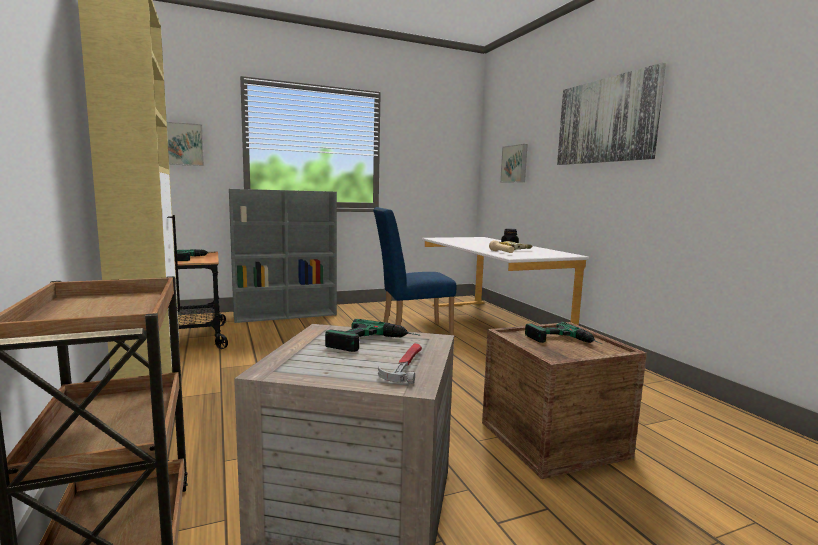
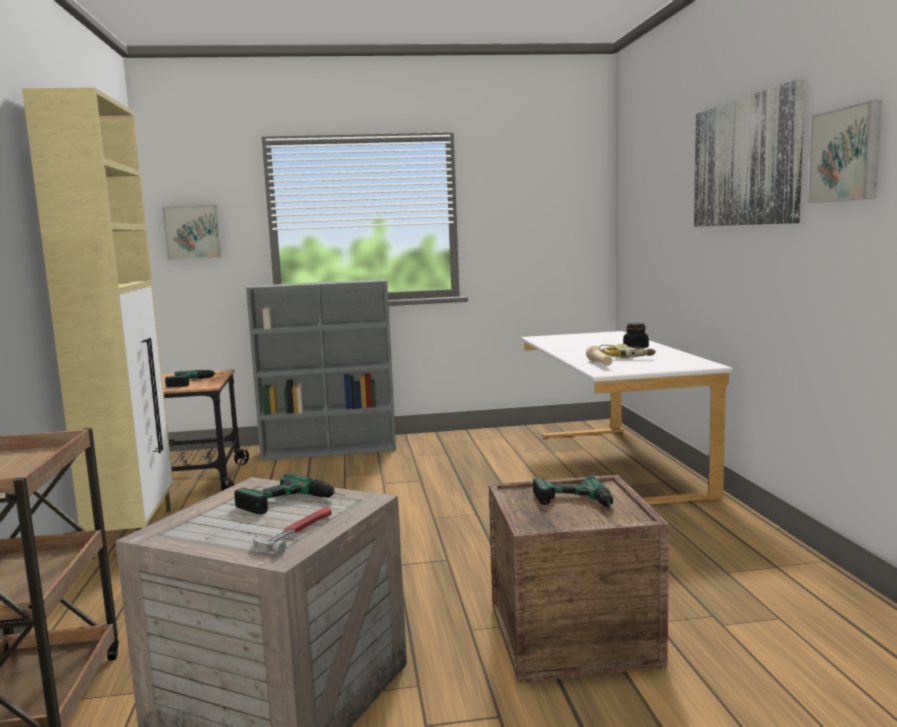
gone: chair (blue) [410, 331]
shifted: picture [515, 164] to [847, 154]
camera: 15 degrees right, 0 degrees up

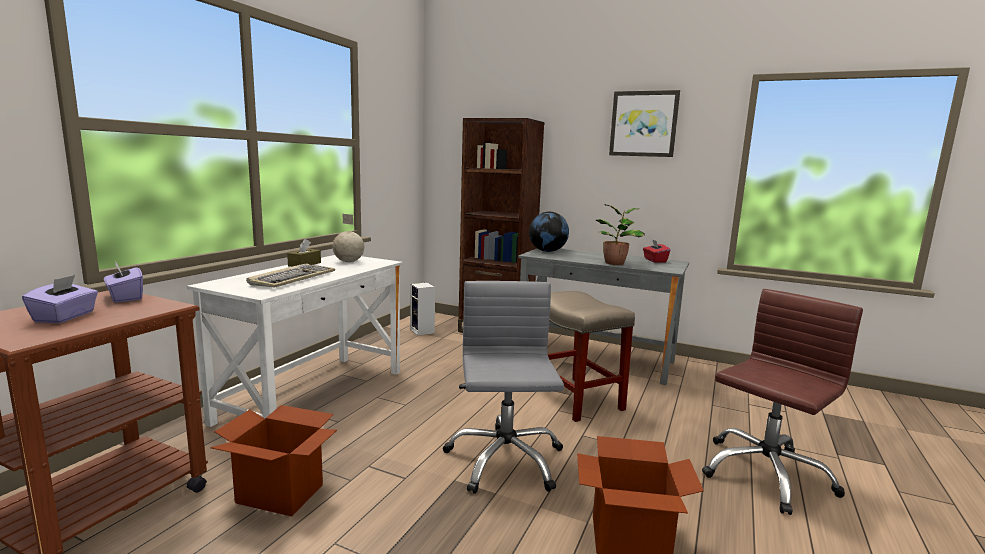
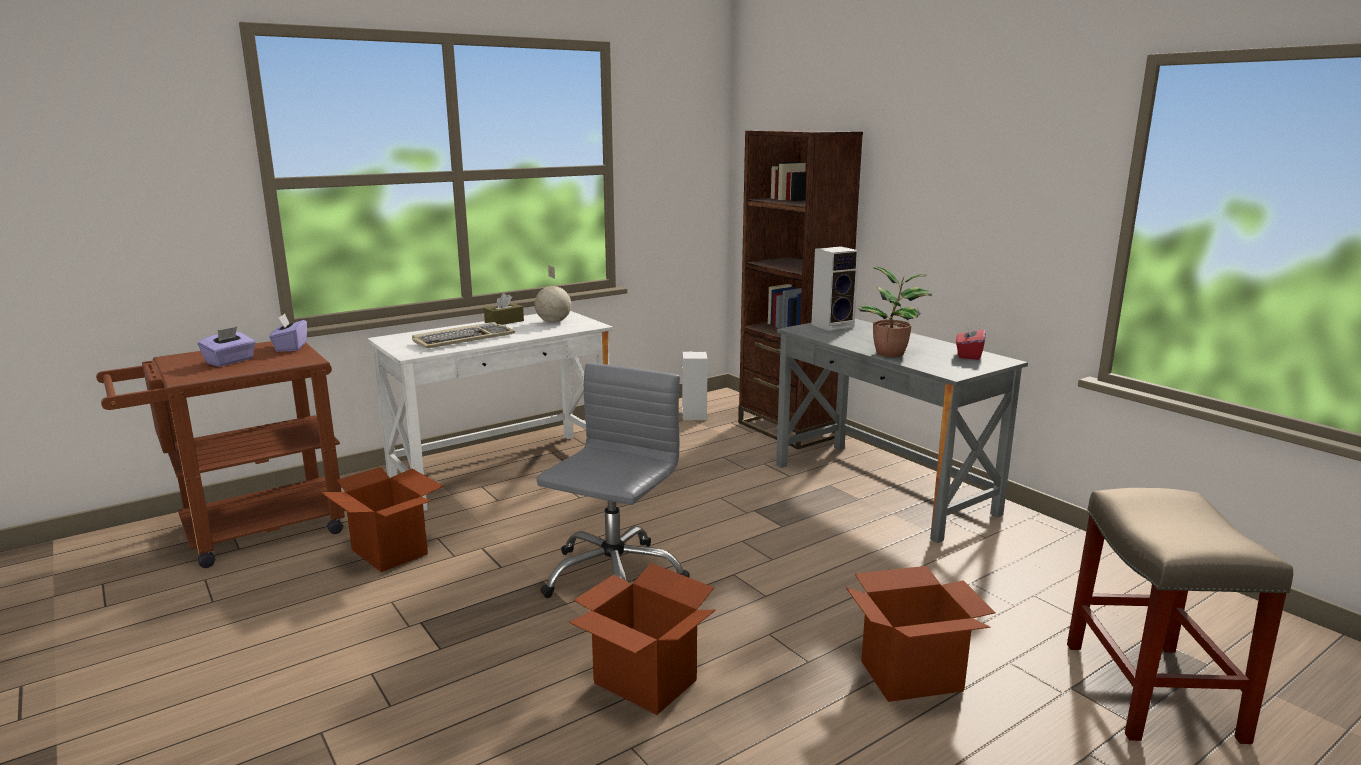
gone: picture [643, 124]
shifted: stool (beige) [574, 398] to [1149, 689]
swapped: globe [547, 251] to speaker [833, 325]; office chair (brown) [765, 473] to cardboard box [911, 676]
camera: 30 degrees right, 5 degrees up

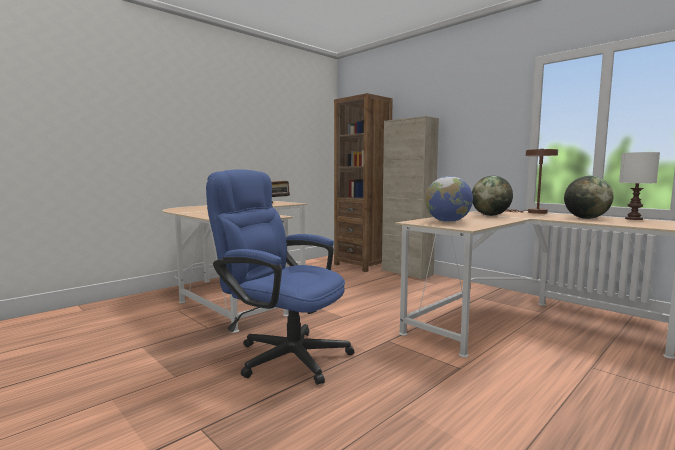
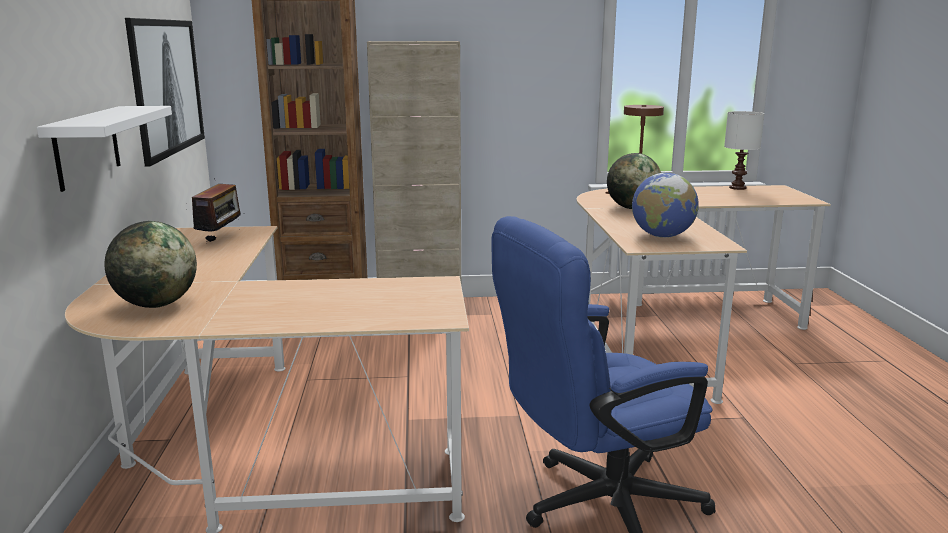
new: shelf (white) [87, 146]; picture [168, 86]
shifted: globe [586, 218] to [156, 305]
camera: 50 degrees left, 10 degrees up

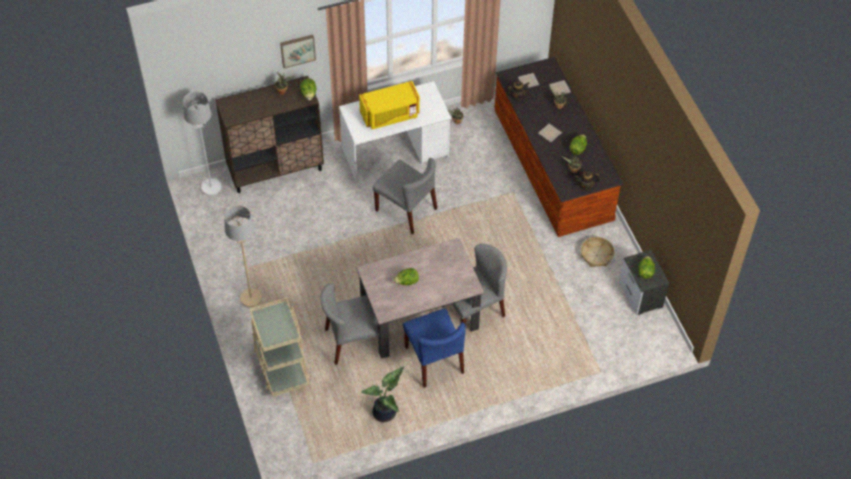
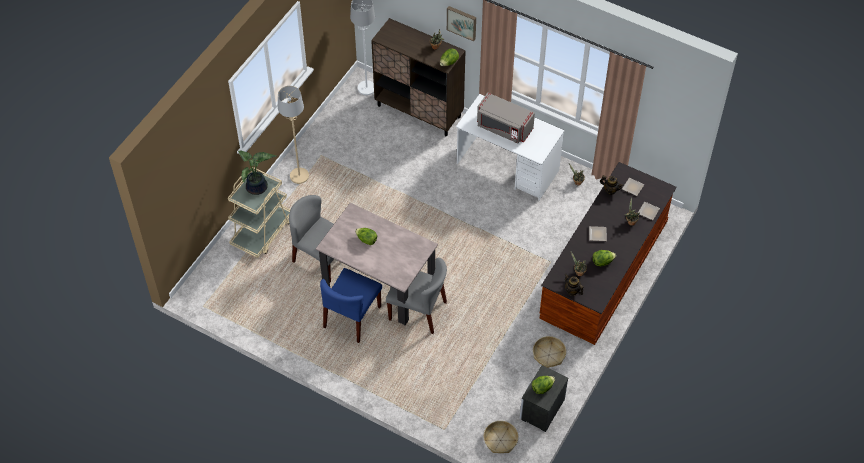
gone: chair (grey) [406, 210]
new: basket [500, 440]
shifted: potted plant [386, 413] to [257, 188]
repainted: microwave (yellow) [390, 115] to microwave (grey) [503, 127]
camera: 50 degrees right, 0 degrees up

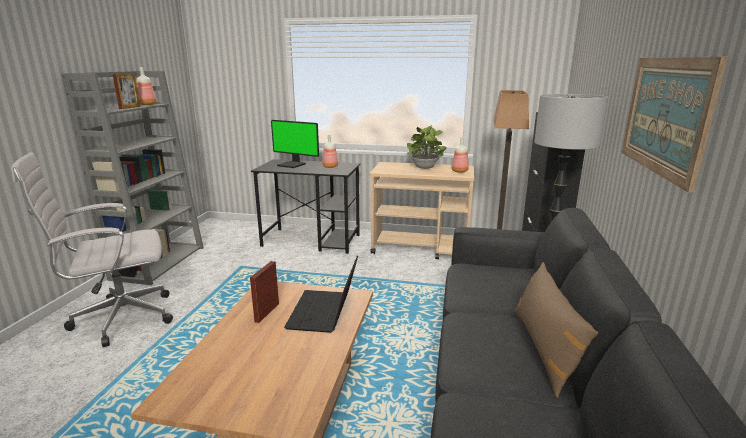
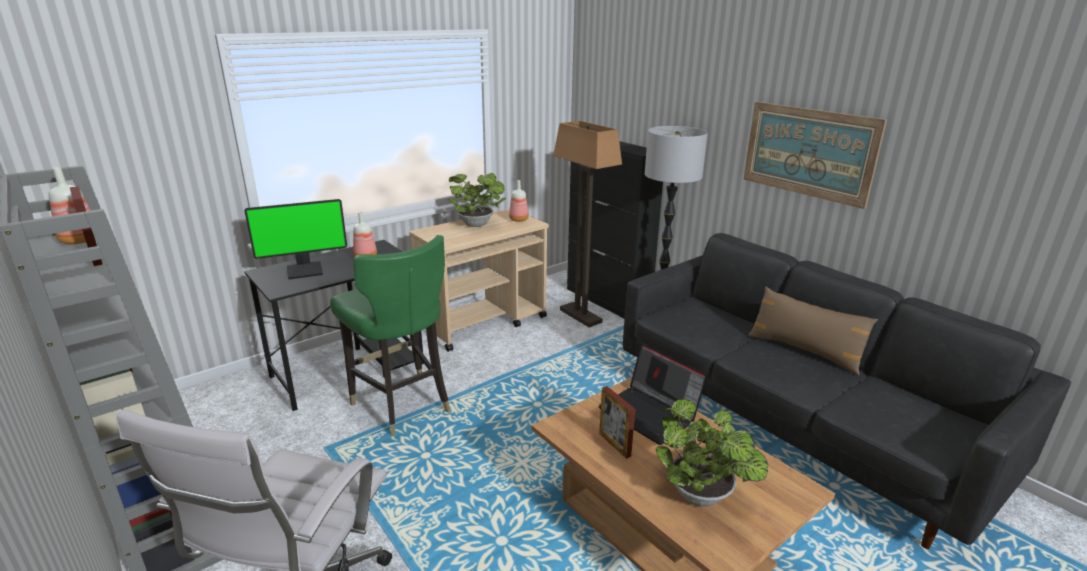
new: chair (green) [402, 405]; potted plant [703, 498]
camera: 50 degrees left, 5 degrees up

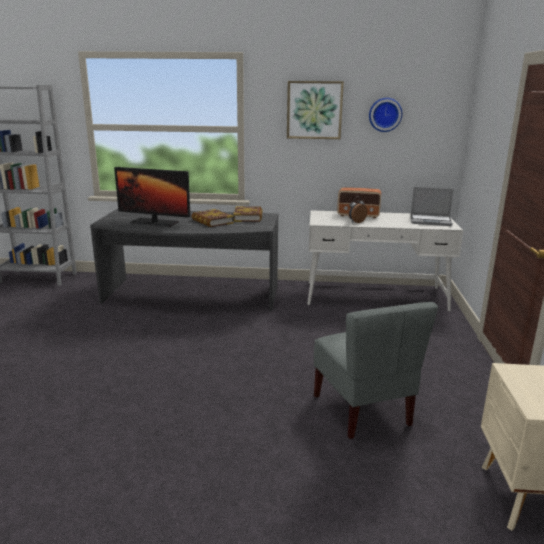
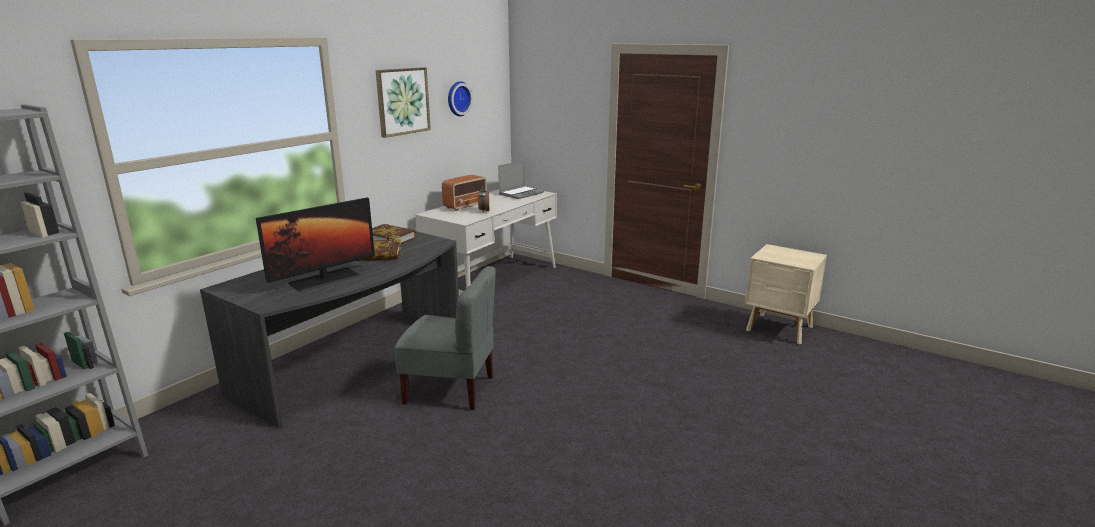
shifted: chair (grey) [363, 410] to [450, 389]
camera: 60 degrees left, 0 degrees up

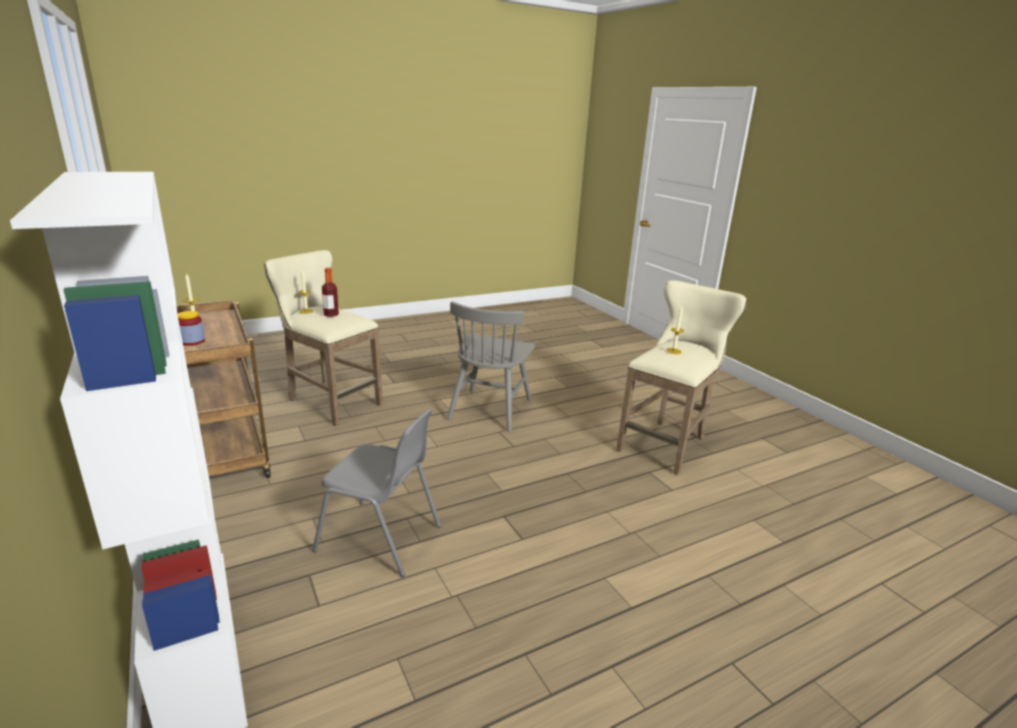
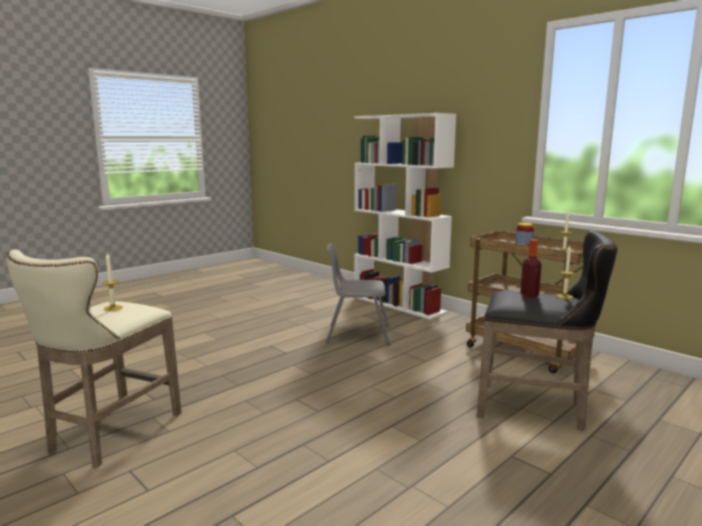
gone: chair (grey) [490, 409]
repainted: stool (beige) [330, 401] to stool (black) [537, 409]
camera: 165 degrees right, 10 degrees down

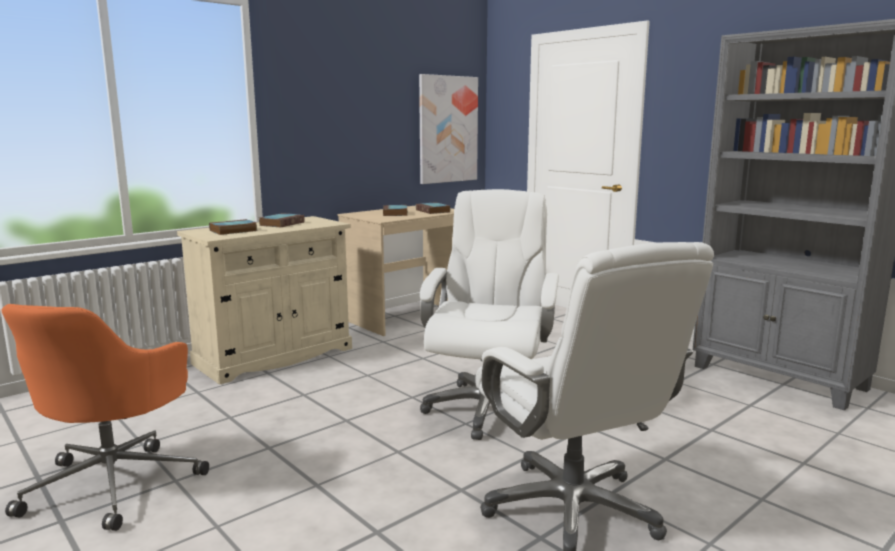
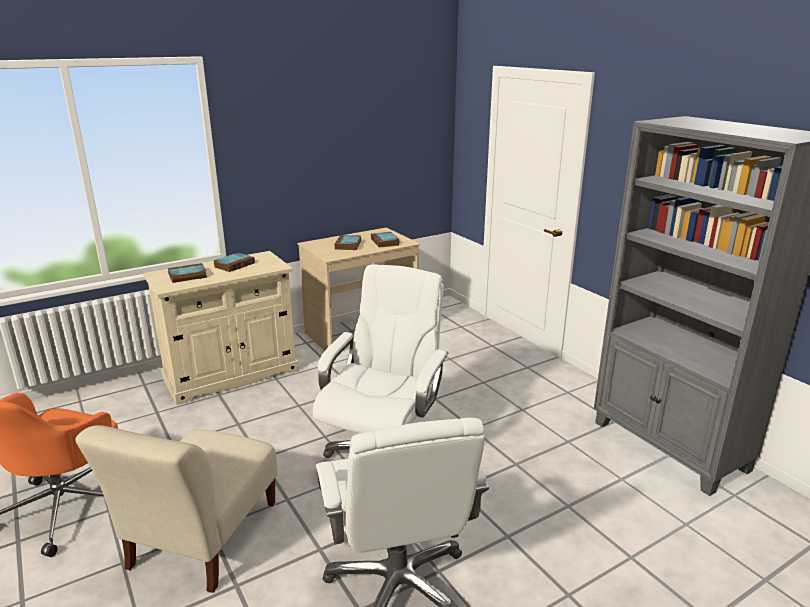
gone: picture [448, 129]
new: chair (beige) [201, 539]
camera: 10 degrees right, 10 degrees up

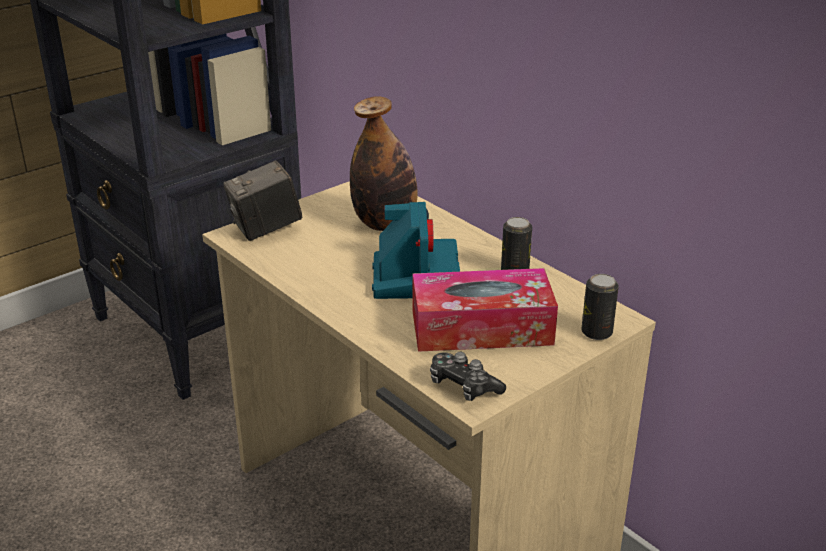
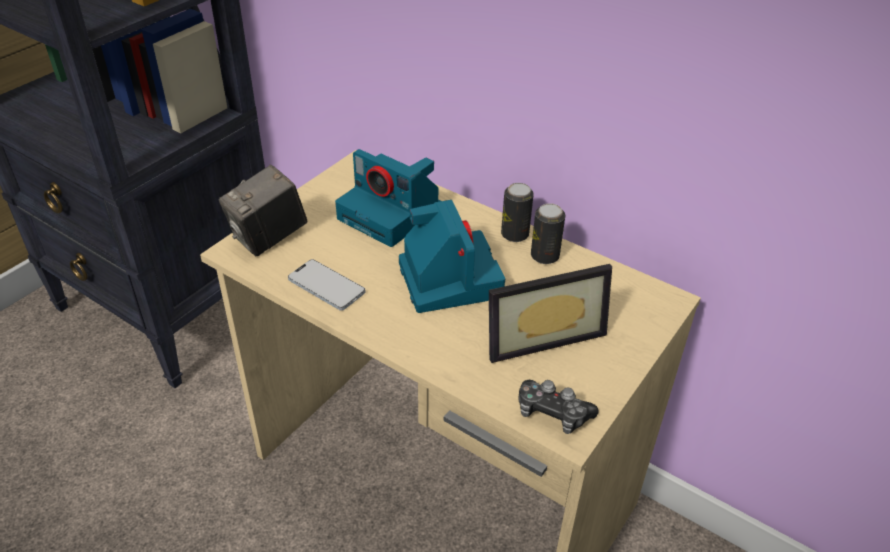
new: phone [326, 286]
shifted: can [596, 332] to [514, 234]
swapped: bottle [385, 224] to photo camera [392, 214]; tissue box [481, 328] to picture frame [540, 333]
camera: 15 degrees left, 10 degrees up

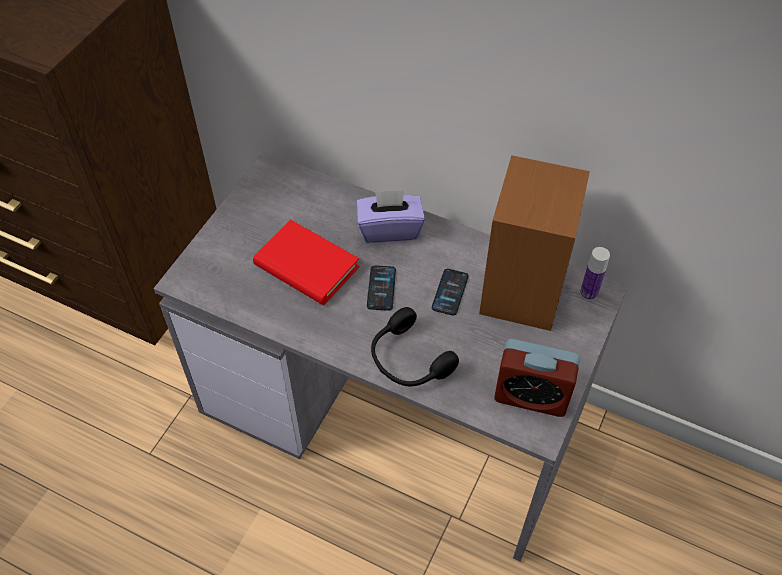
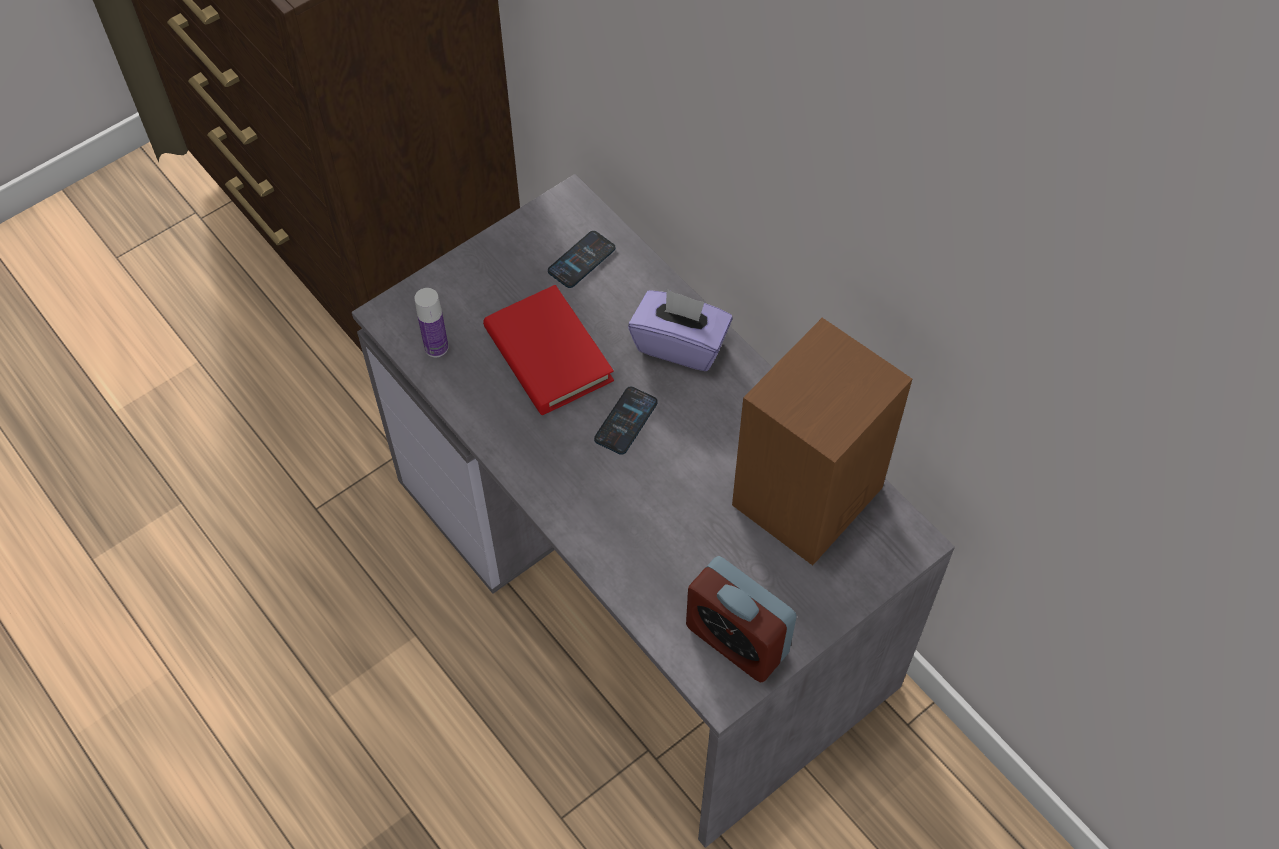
gone: headphones (black) [408, 360]
shifted: bottle [588, 293] to [436, 347]; phone [450, 292] to [581, 260]
camera: 25 degrees right, 5 degrees up

